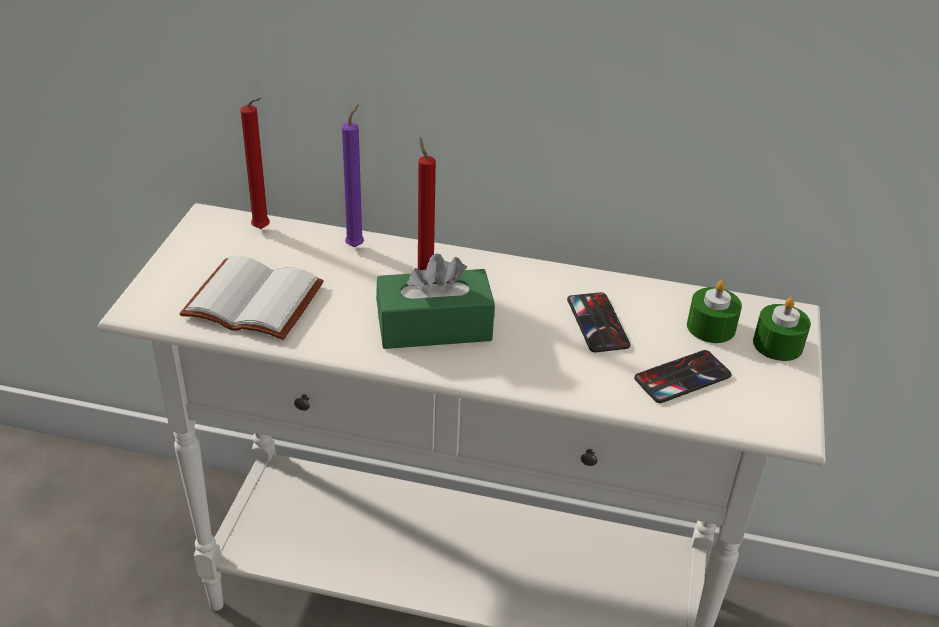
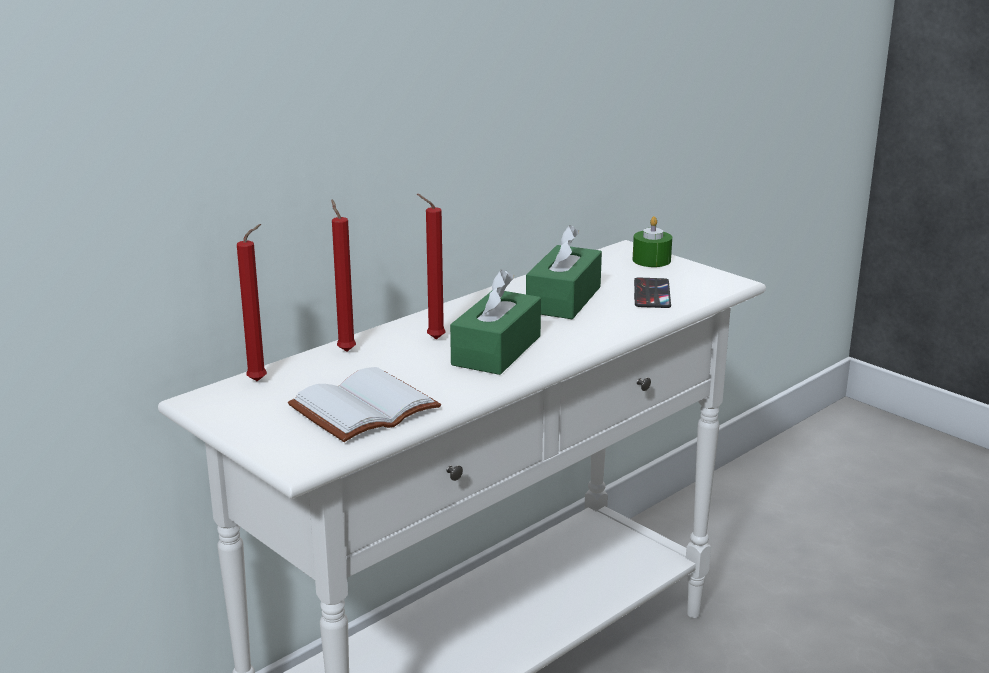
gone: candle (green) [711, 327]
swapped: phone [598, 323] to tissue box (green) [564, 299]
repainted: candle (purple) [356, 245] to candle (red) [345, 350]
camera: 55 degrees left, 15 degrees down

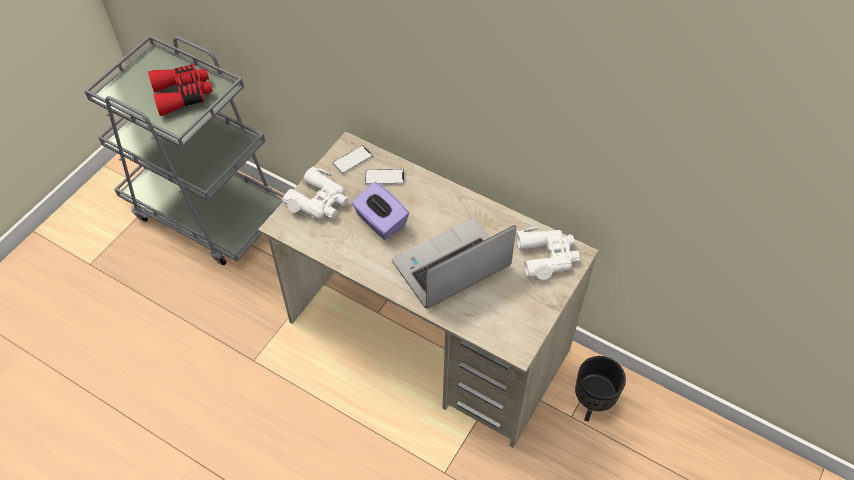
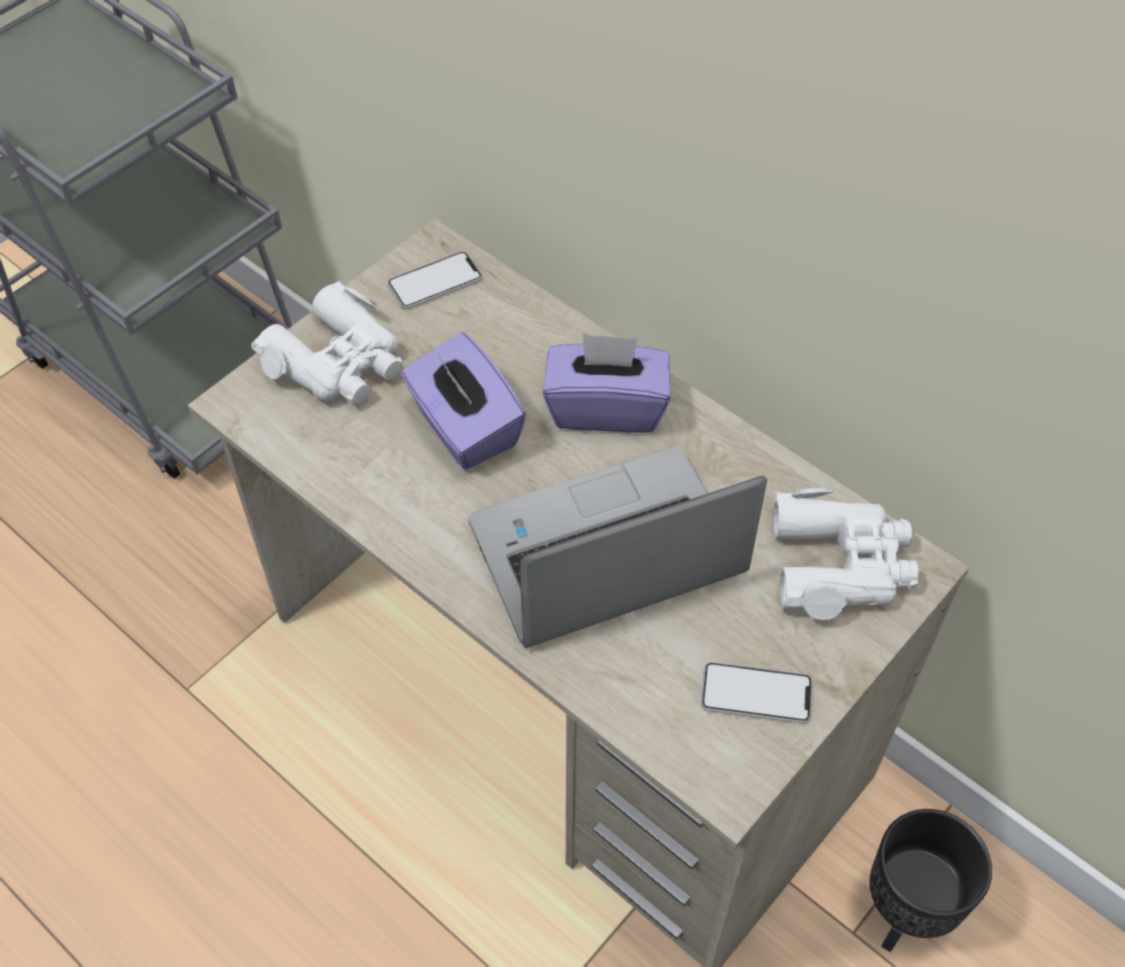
gone: binoculars (red) [183, 94]
new: tissue box (purple) [606, 407]
shifted: phone [384, 177] to [756, 694]
camera: 10 degrees right, 0 degrees up

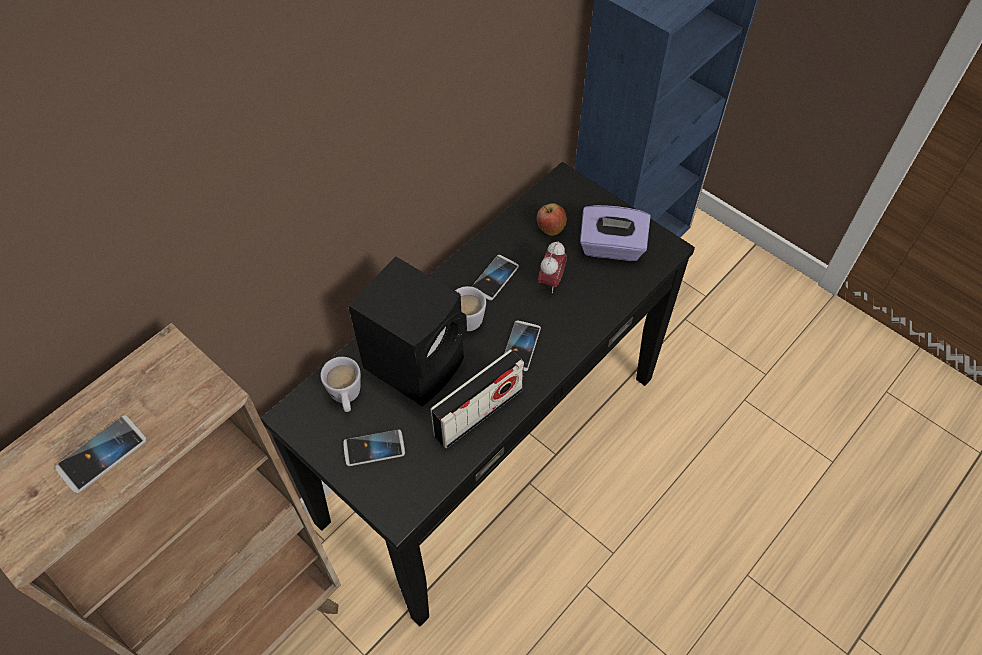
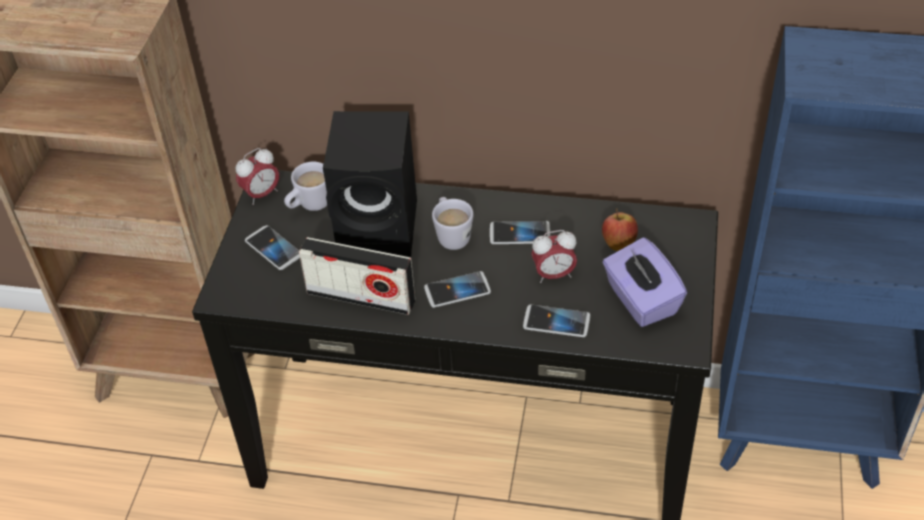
new: alarm clock [261, 194]
shifted: phone [102, 454] to [556, 322]
camera: 60 degrees right, 10 degrees down

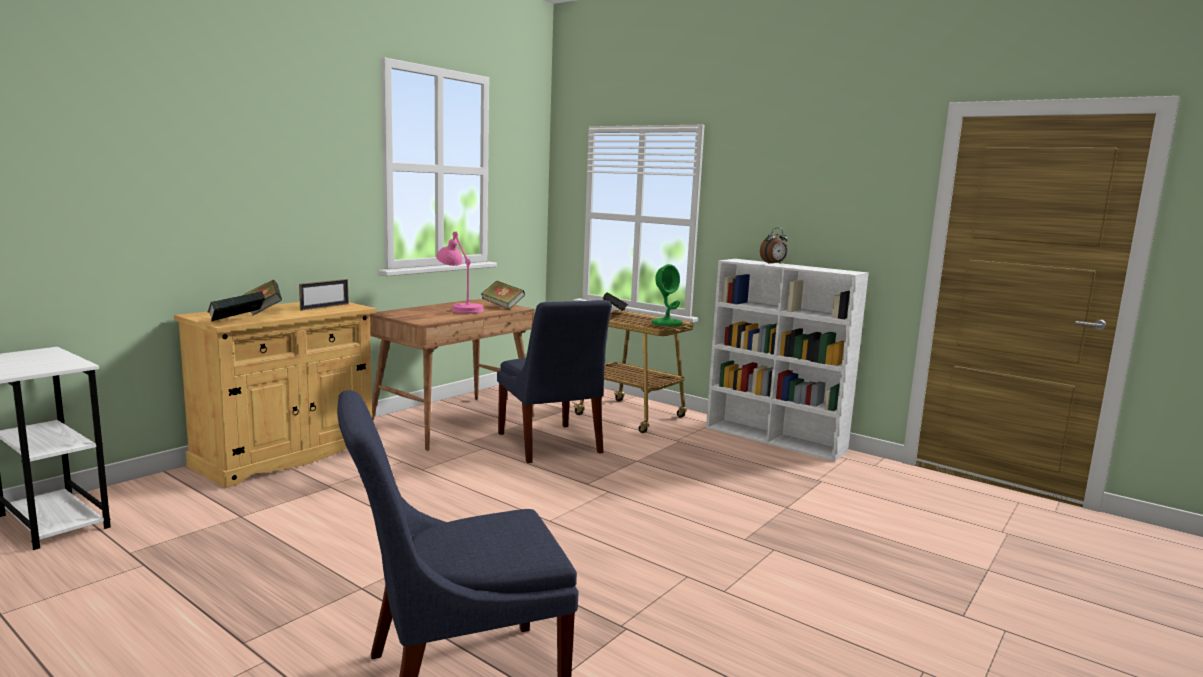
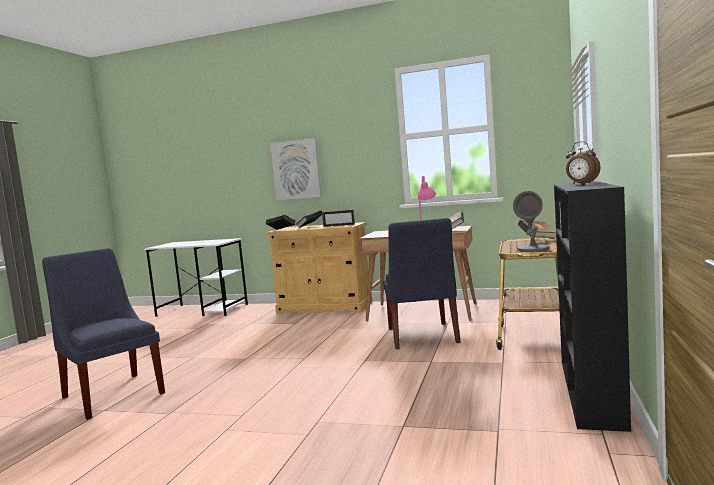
new: picture [296, 169]
repainted: table lamp (green) [667, 323] to table lamp (grey) [533, 249]; bookcase (white) [776, 439] to bookcase (black) [591, 392]
rotated: chair (blue) [550, 445] = [422, 337] 45 degrees counterclockwise
camera: 70 degrees right, 5 degrees down

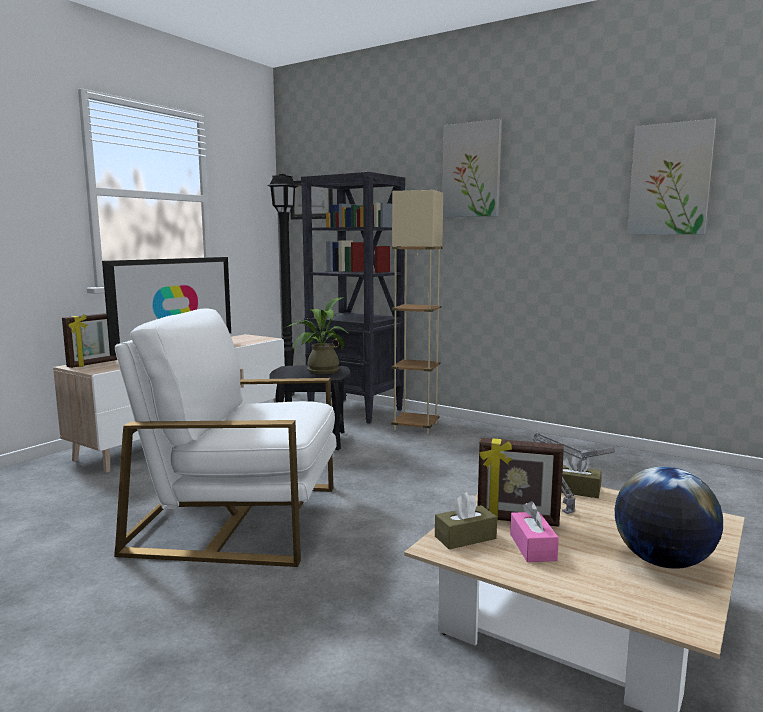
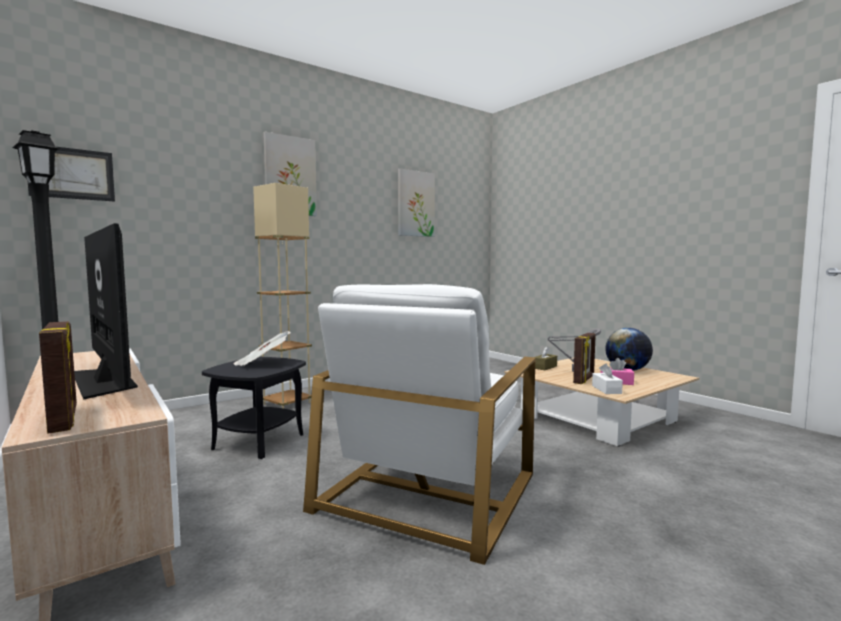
gone: bookcase (black) [356, 411]
swapped: potted plant [319, 371] to newspaper [262, 363]
repainted: tissue box (brown) [465, 537] to tissue box (white) [606, 389]
camera: 70 degrees left, 5 degrees down

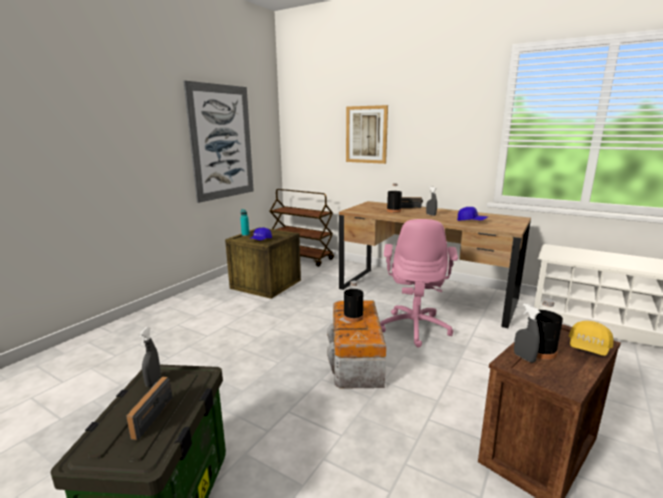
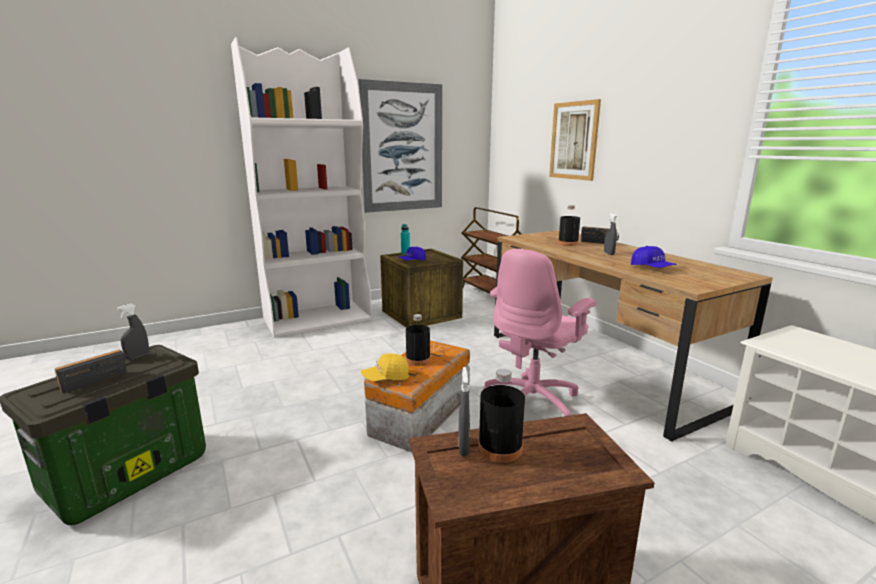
new: bookcase (white) [318, 319]
shifted: cap (yellow) [588, 348] to [386, 378]
camera: 30 degrees right, 0 degrees up

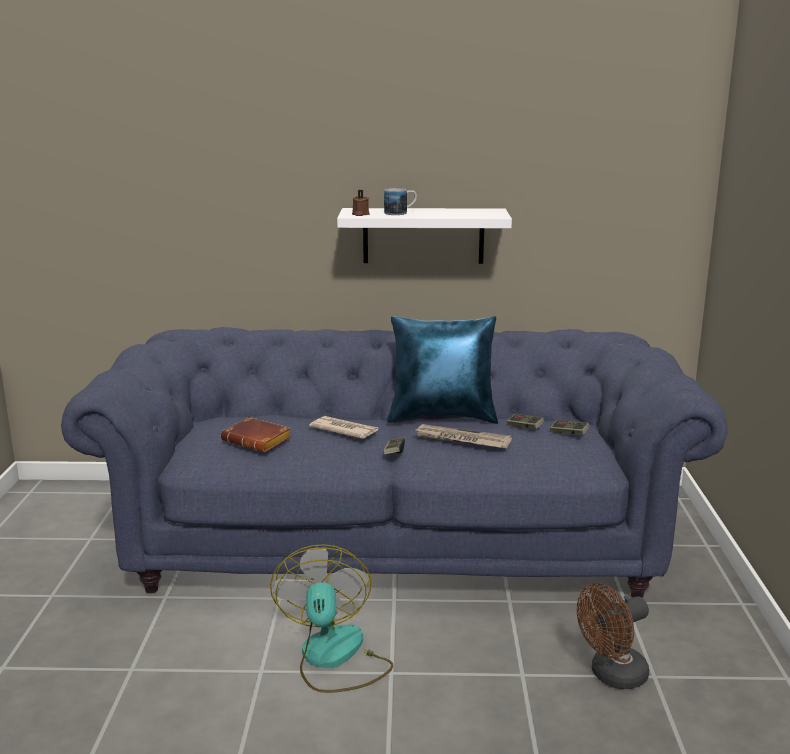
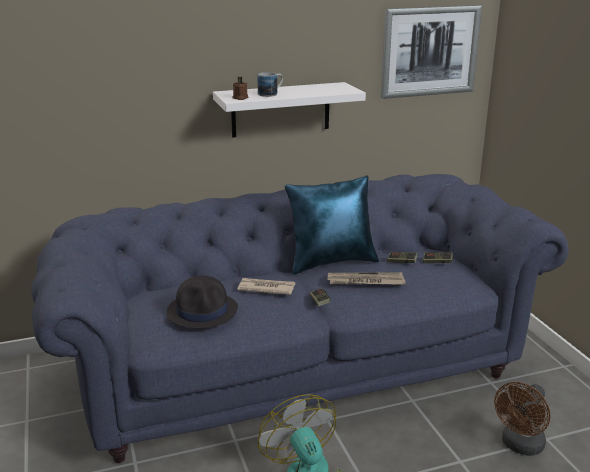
new: picture [429, 51]
swapped: book (brown) [259, 440] to hat (black) [203, 311]
camera: 20 degrees left, 5 degrees up

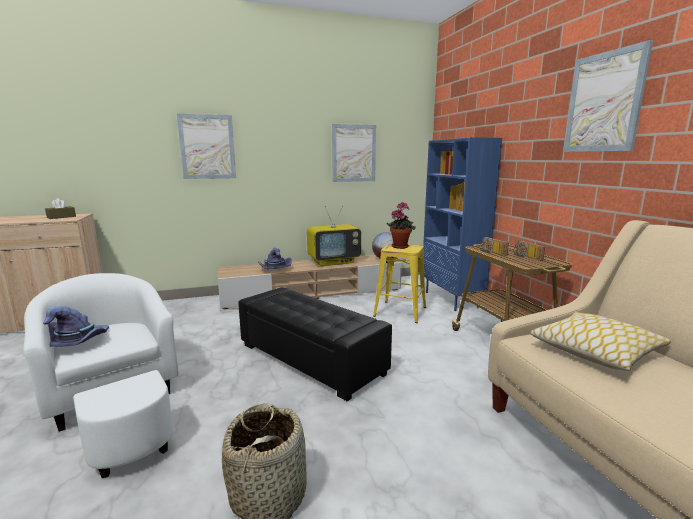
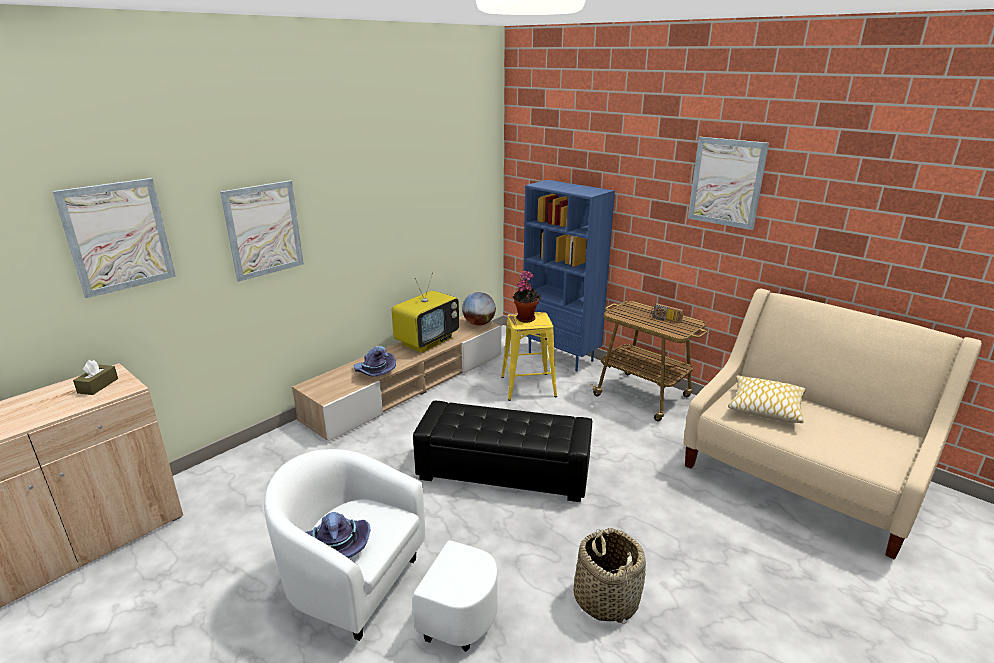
gone: radio [491, 252]
shifted: picture [353, 153] to [118, 237]
camera: 30 degrees left, 10 degrees up

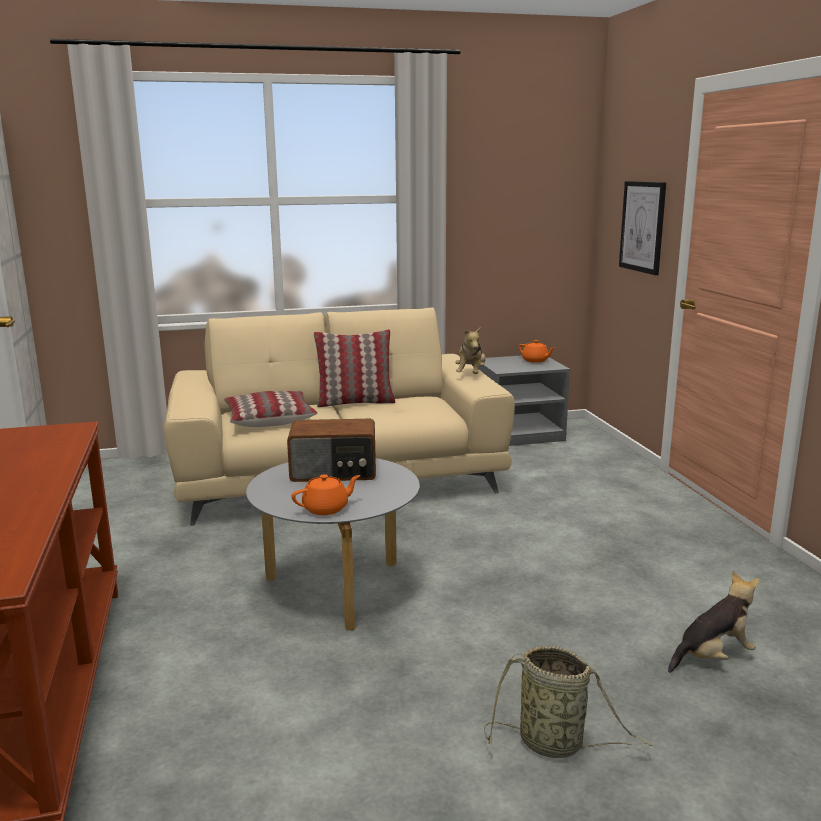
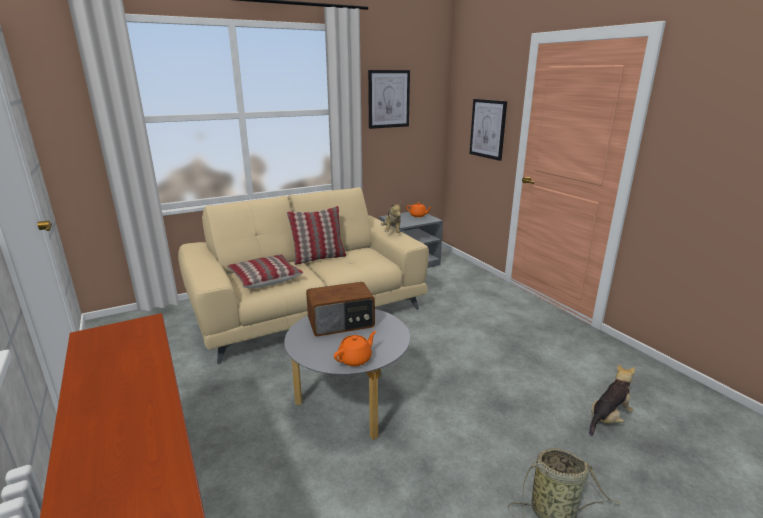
new: picture [388, 99]
camera: 15 degrees left, 5 degrees up

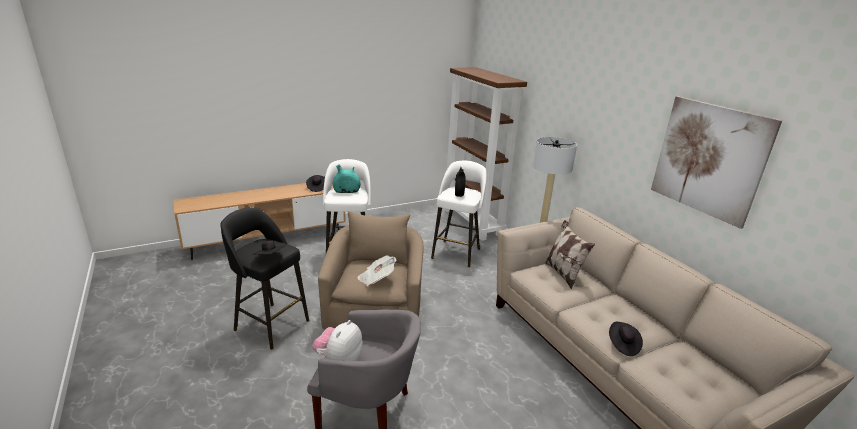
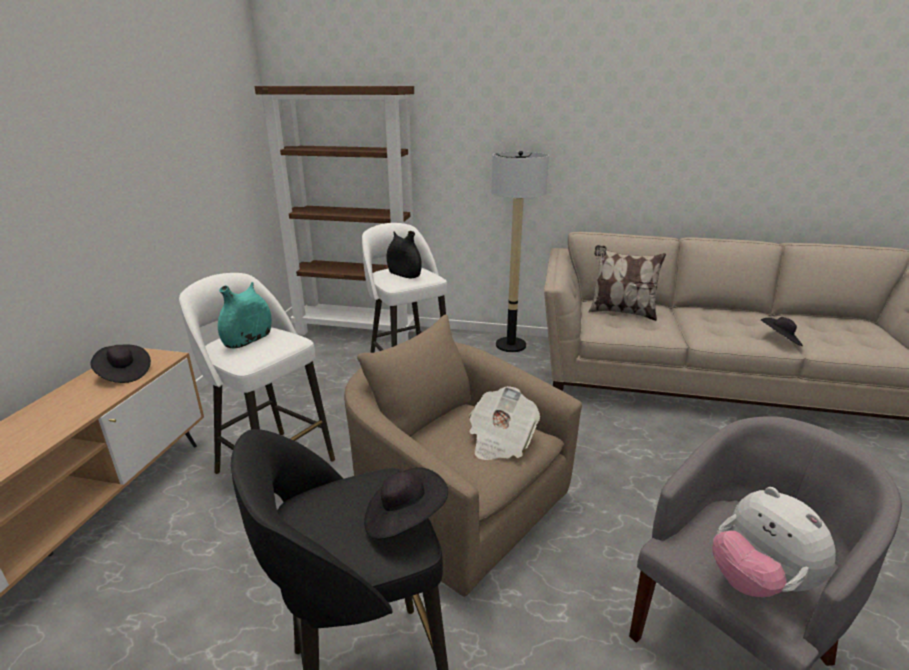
gone: picture [709, 159]
camera: 50 degrees left, 0 degrees up

